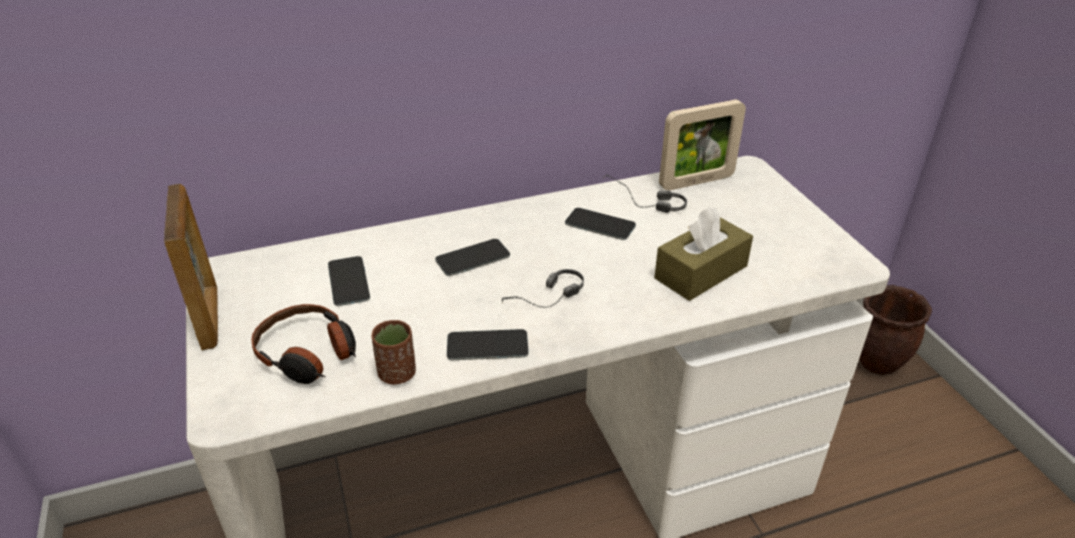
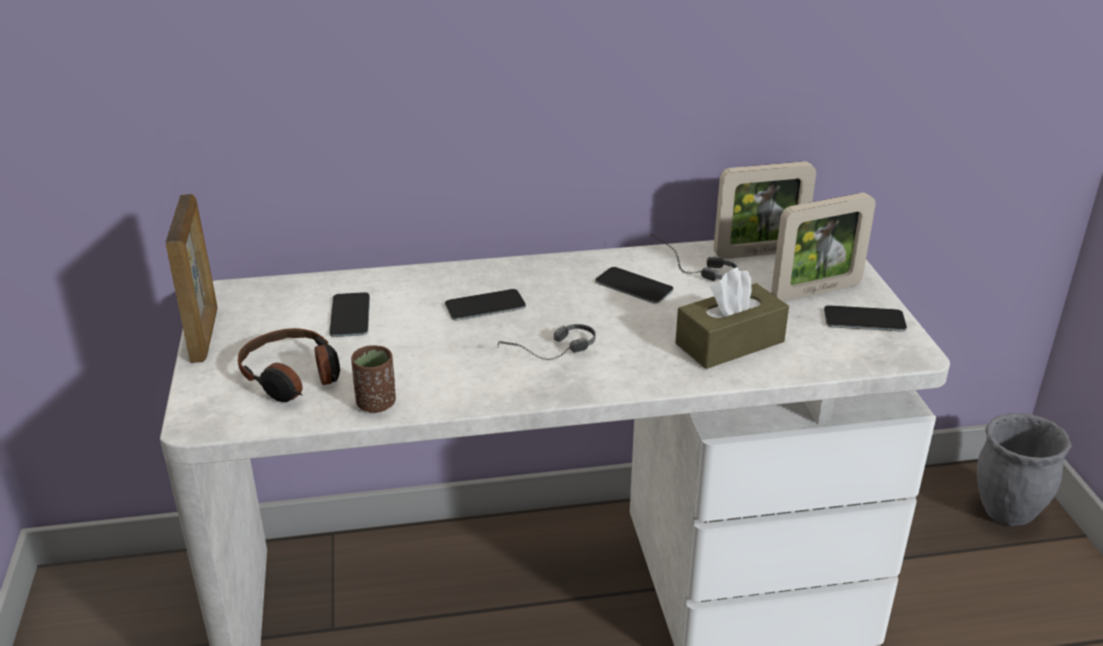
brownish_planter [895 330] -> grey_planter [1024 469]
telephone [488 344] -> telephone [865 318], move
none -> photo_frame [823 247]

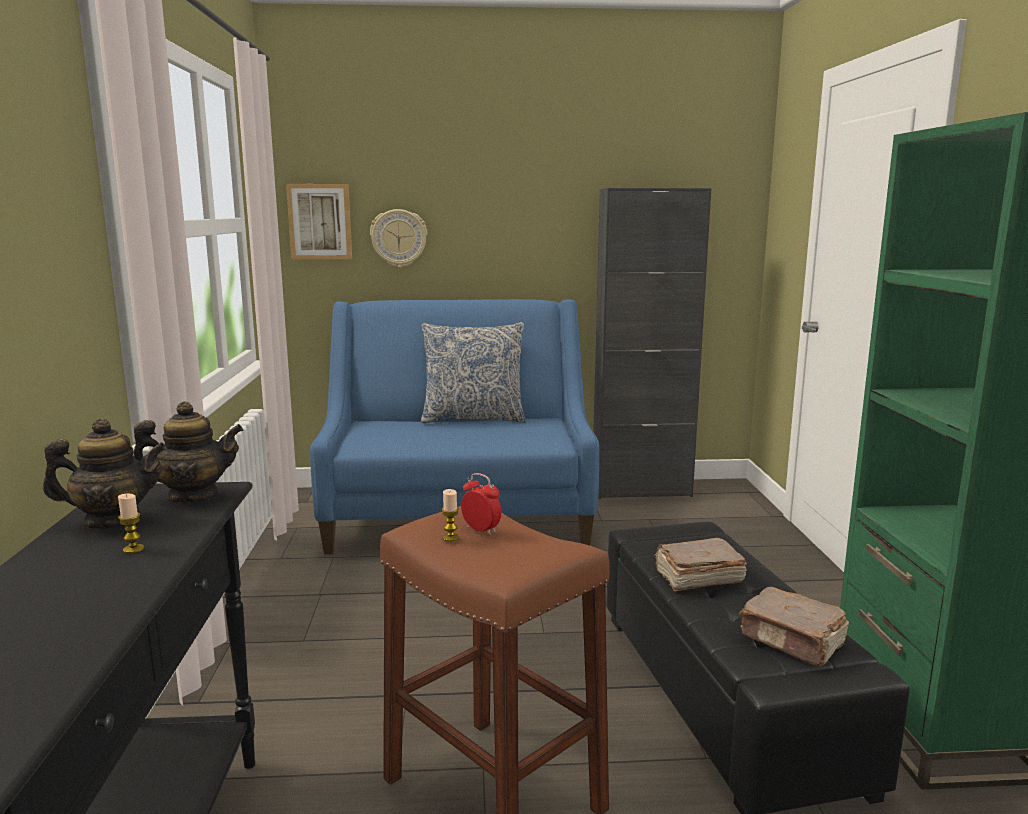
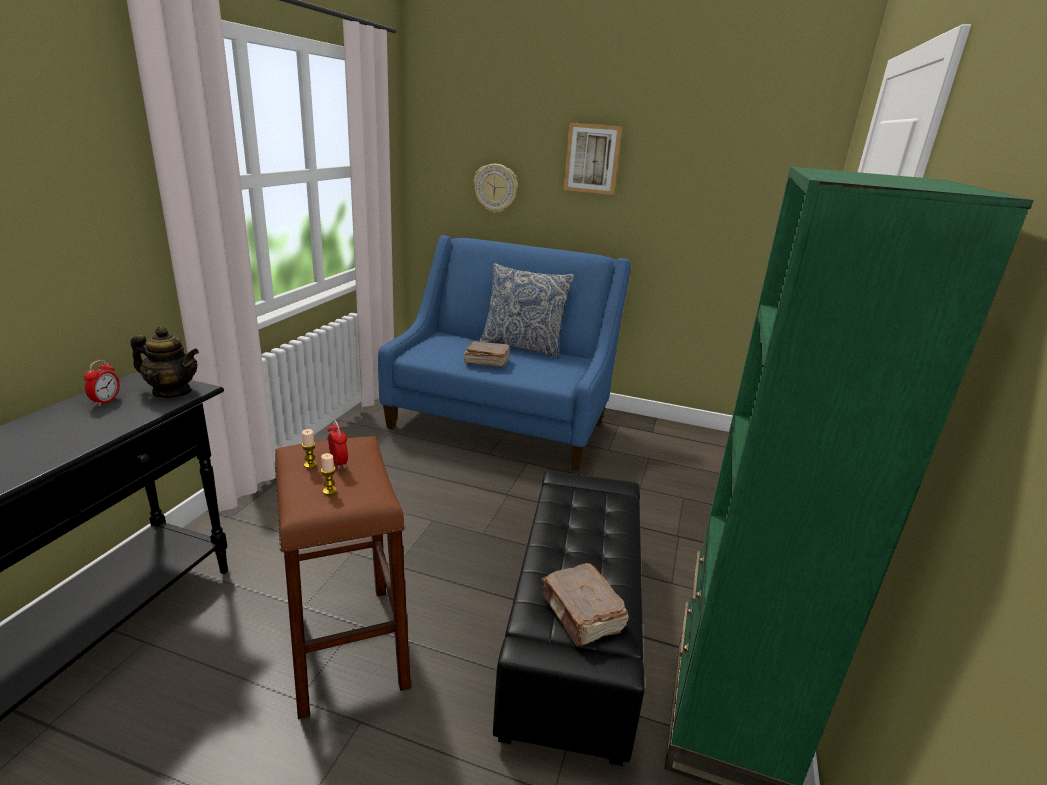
wall_picture [319 221] -> wall_picture [592 159], move
black-coloured_cabinet [652 343] -> none
tea_pot [105 473] -> table_clock [102 383]
wax_light [131 524] -> wax_light [329 474], move
brownish_volume [701 564] -> brownish_volume [487 354], move

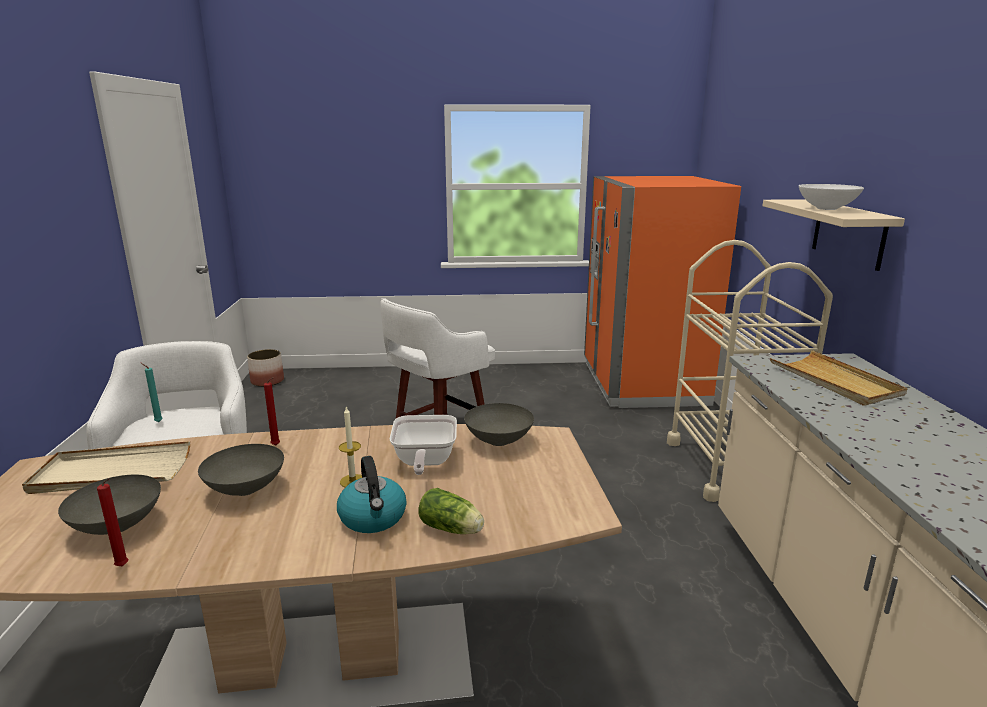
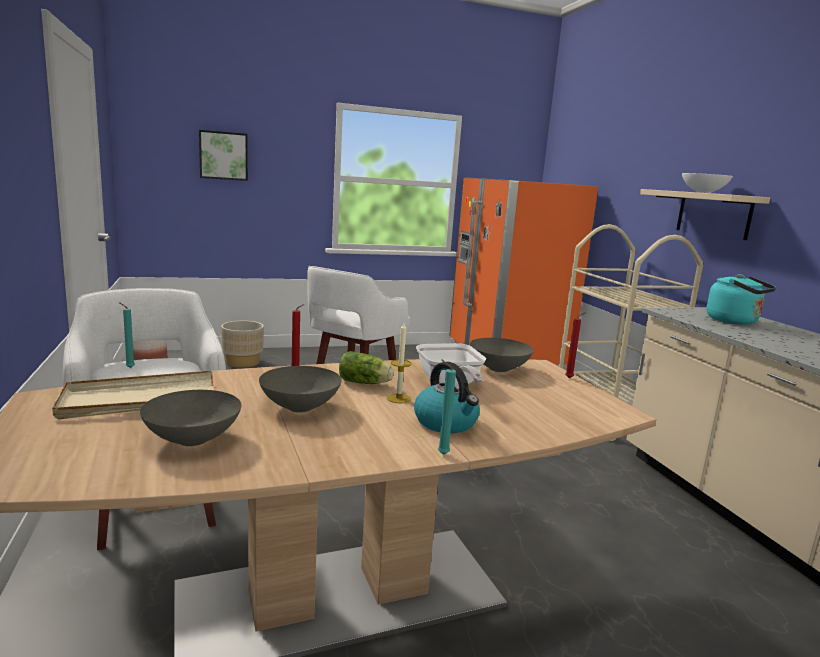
sand-coloured_serving_tray [839 378] -> blue-green_tea_kettle [741 299]
red_wax_light [112 522] -> red_wax_light [575 345], move
lettuce [451 511] -> lettuce [366 367], move
none -> wall_picture [223 155]
none -> sand-coloured_planter [242 344]
none -> blue-green_wax_light [447 407]

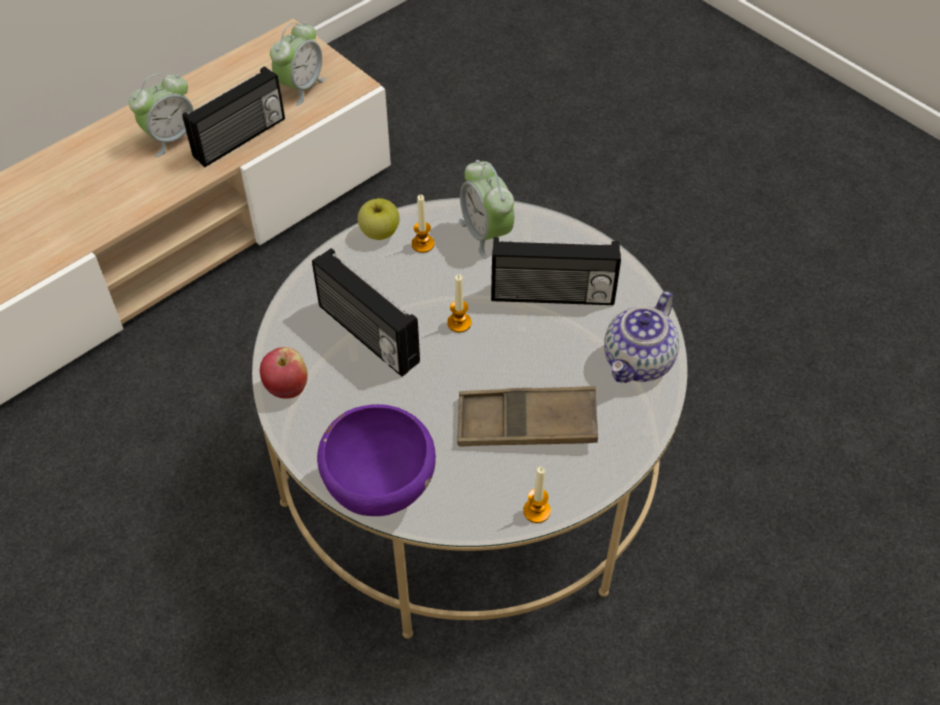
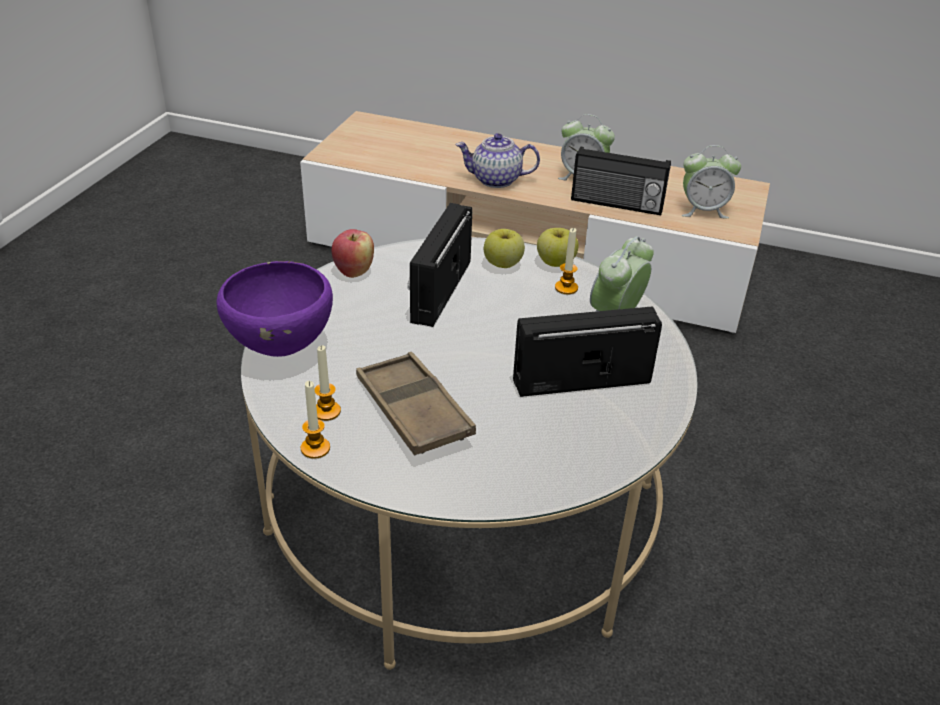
radio_set [556 271] -> radio_set [587 351], 105 degrees clockwise
wax_light [459 303] -> wax_light [328 383], move
tea_pot [641 337] -> tea_pot [498 160], move
none -> whole_apple [504 248]

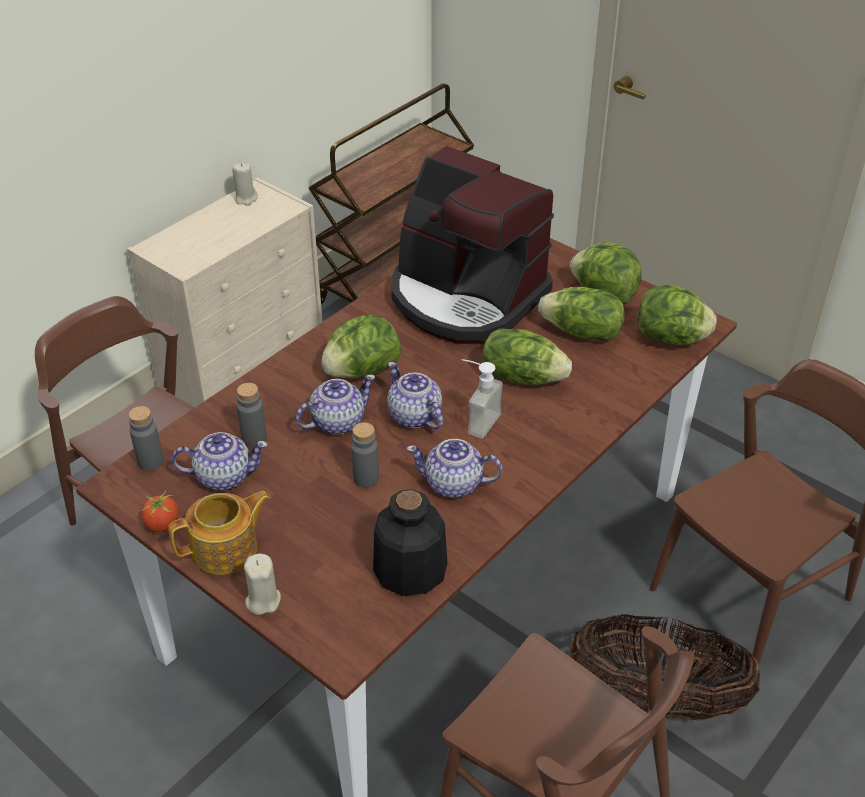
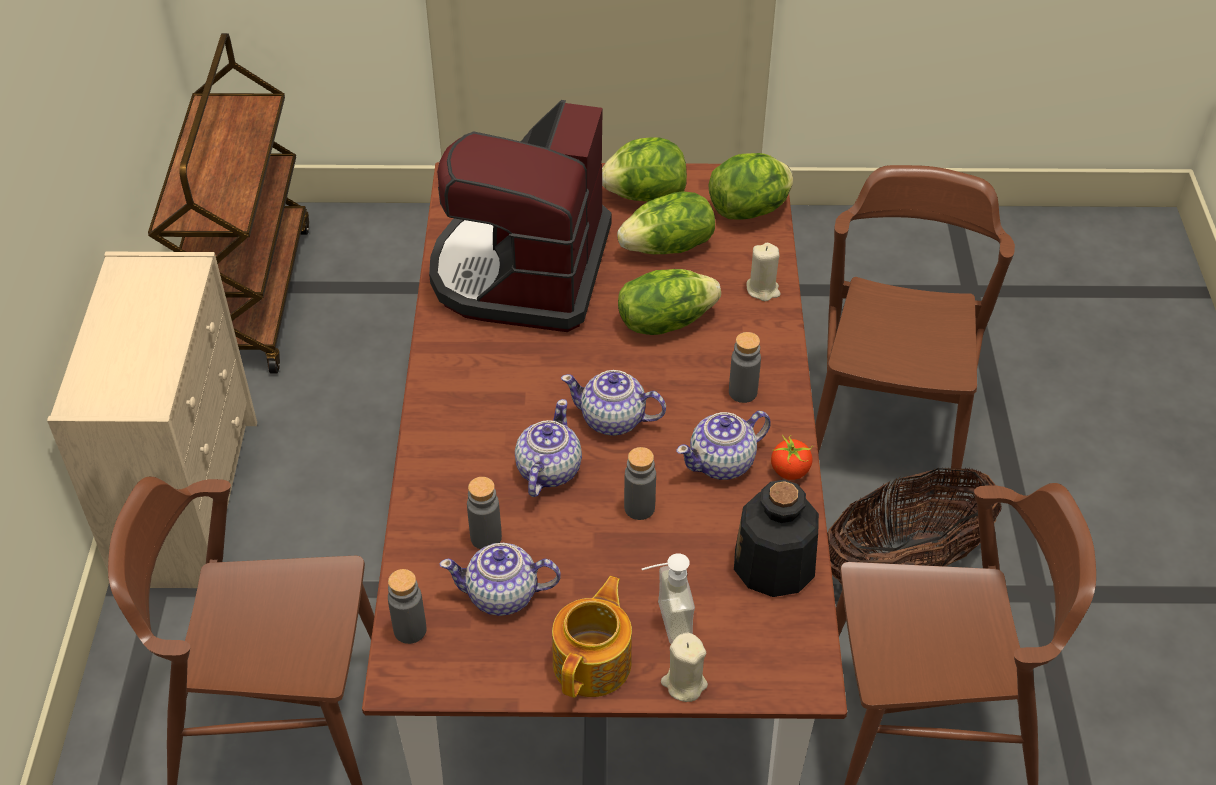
coffee_brewer [472 245] -> coffee_brewer [520 216], 105 degrees clockwise
sand-coloured_wax_light [245 184] -> sand-coloured_wax_light [764 272], move
lettuce [361 346] -> none
soap_dispenser [482 399] -> soap_dispenser [668 599], move
tea_pot [220 461] -> tea_pot [500 579], 135 degrees counterclockwise
whole_tomato [158 511] -> whole_tomato [791 457], move
none -> grey_drink_bottle [745 367]

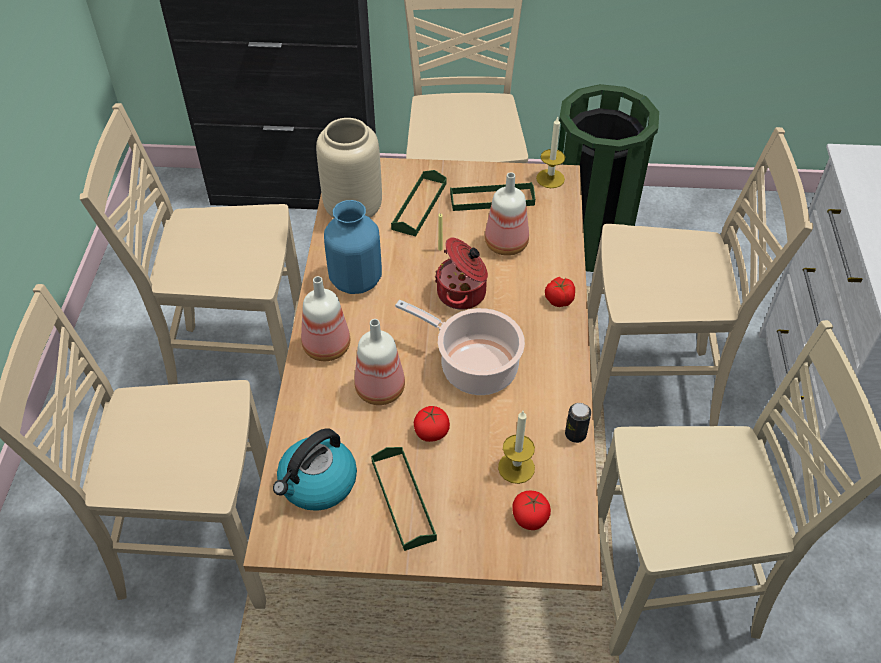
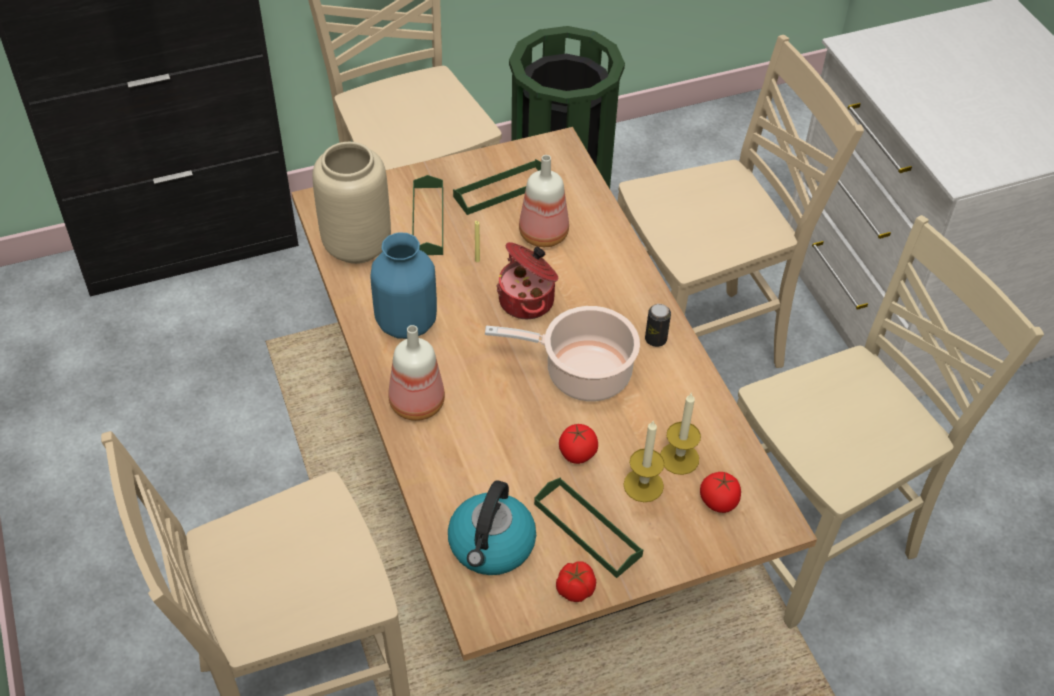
sand-coloured_chair [191 244] -> none
wax_light [550 152] -> wax_light [644 461], move
whole_tomato [560 292] -> whole_tomato [576 581], move
drink_bottle [379 362] -> none
metal_can [578 423] -> metal_can [658 325], move

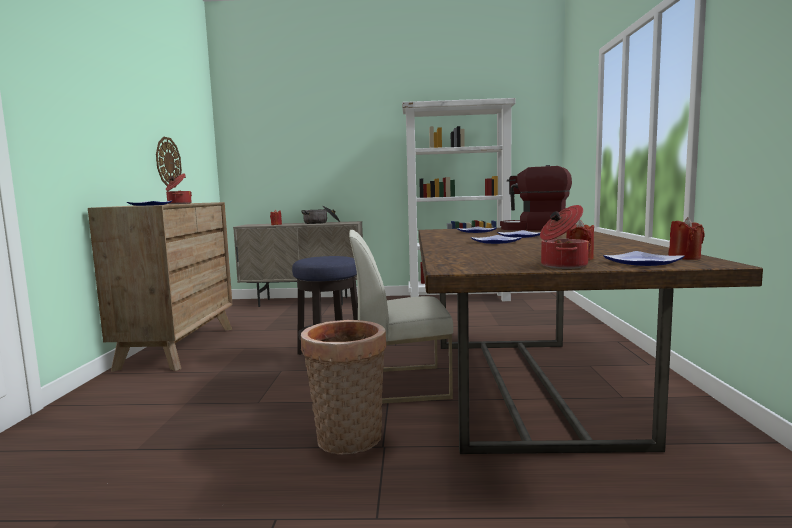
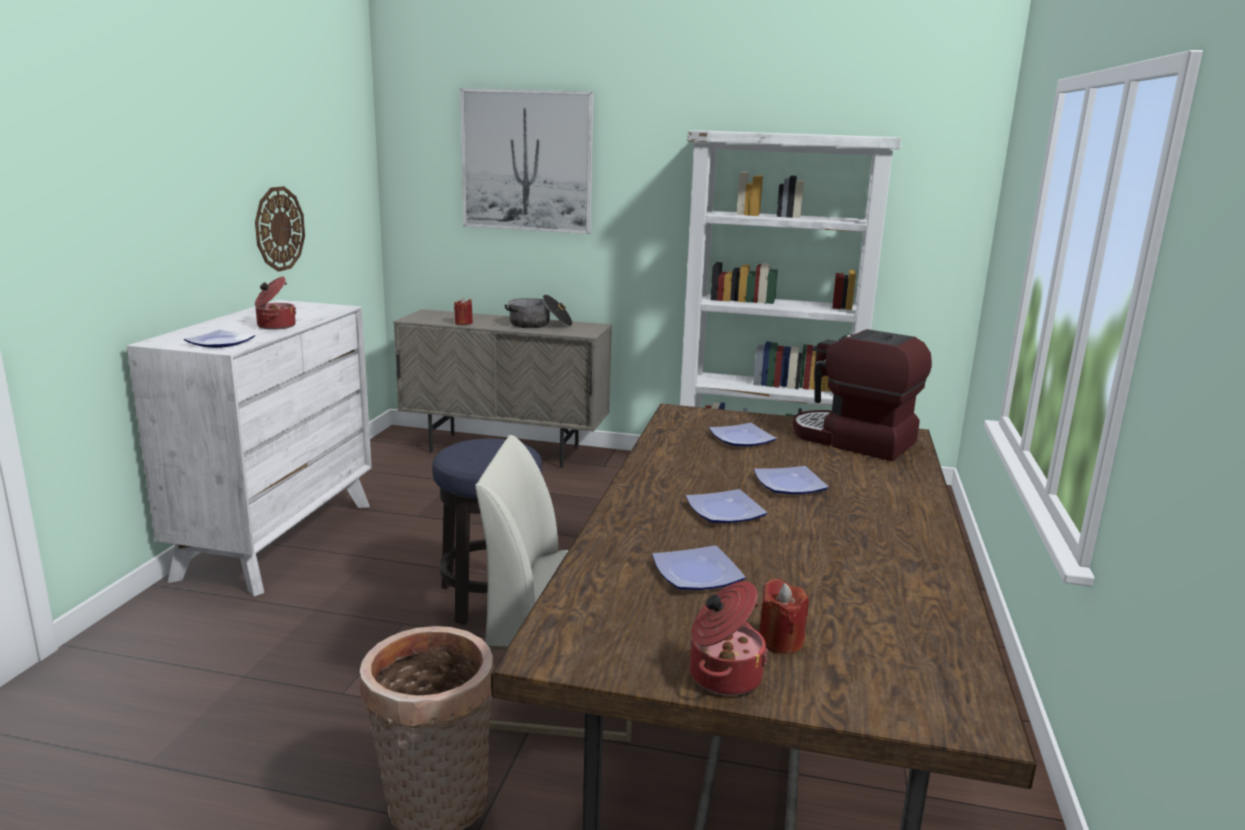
brownish_dresser [160 287] -> white_dresser [249 448]
red_wax_light [686 238] -> none
dinner_plate [644 258] -> dinner_plate [699 567], move
none -> wall_picture [527 161]

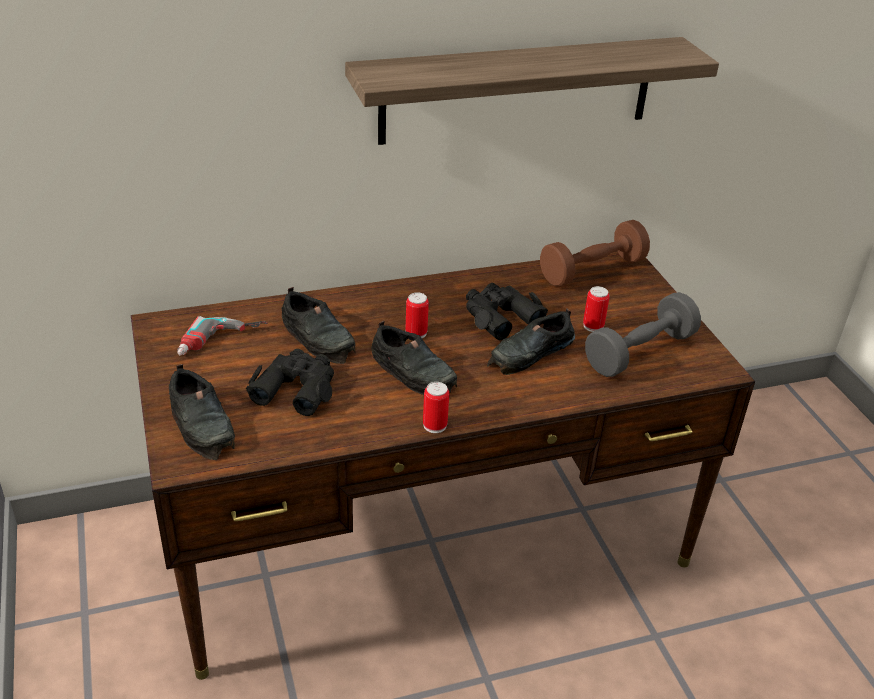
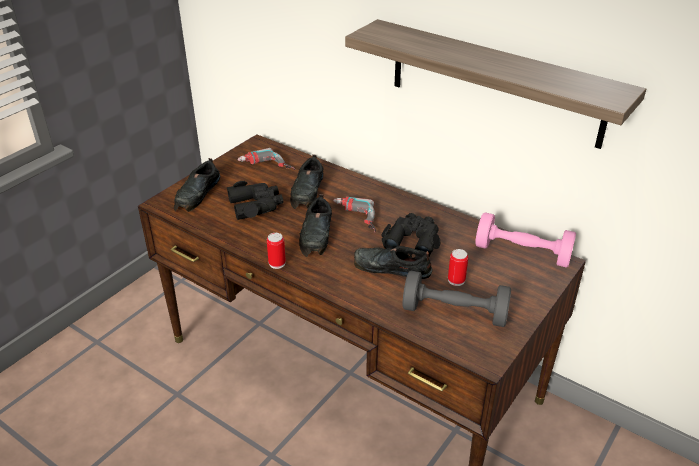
brownish_free_weight [595 253] -> pinkish_free_weight [525 240]
metal_can [417 315] -> drill [354 215]

